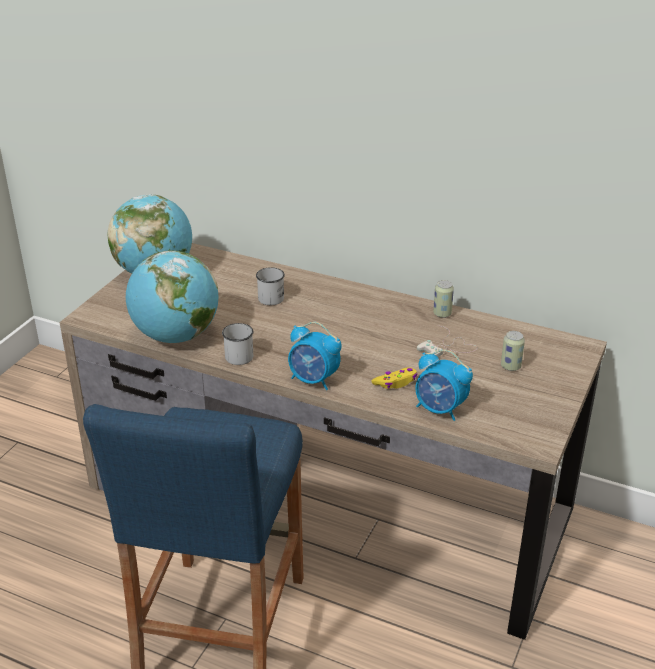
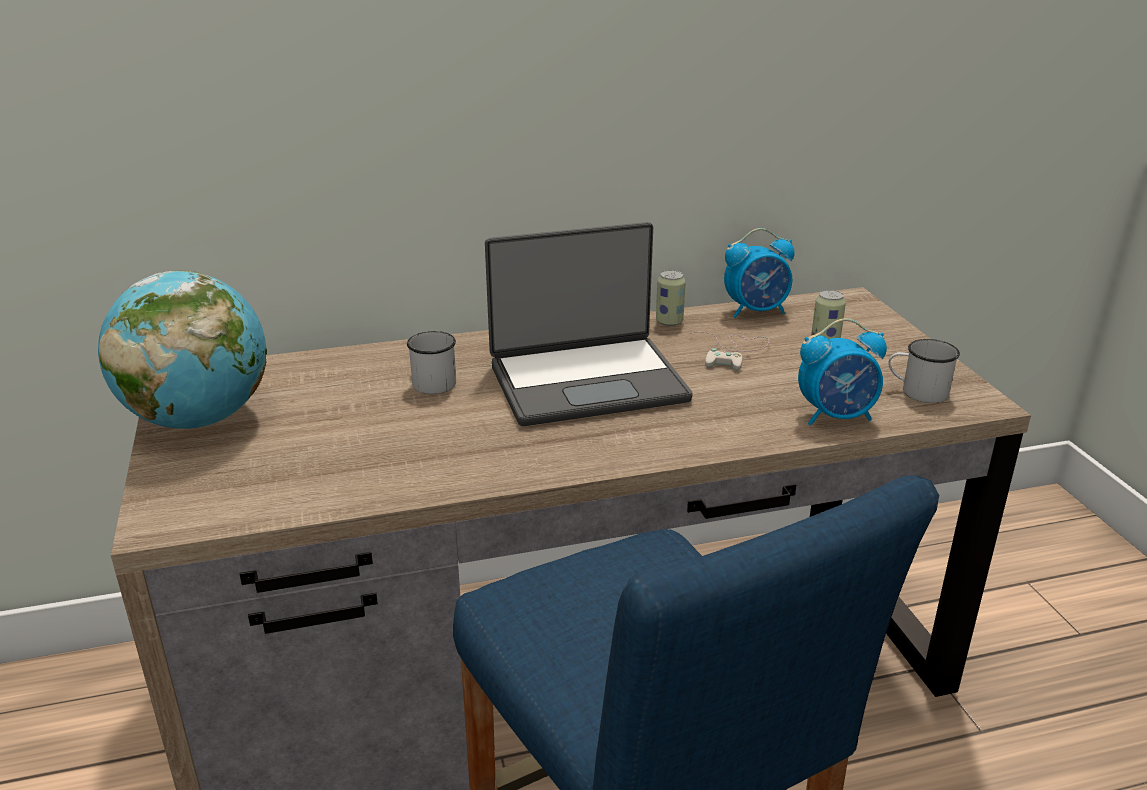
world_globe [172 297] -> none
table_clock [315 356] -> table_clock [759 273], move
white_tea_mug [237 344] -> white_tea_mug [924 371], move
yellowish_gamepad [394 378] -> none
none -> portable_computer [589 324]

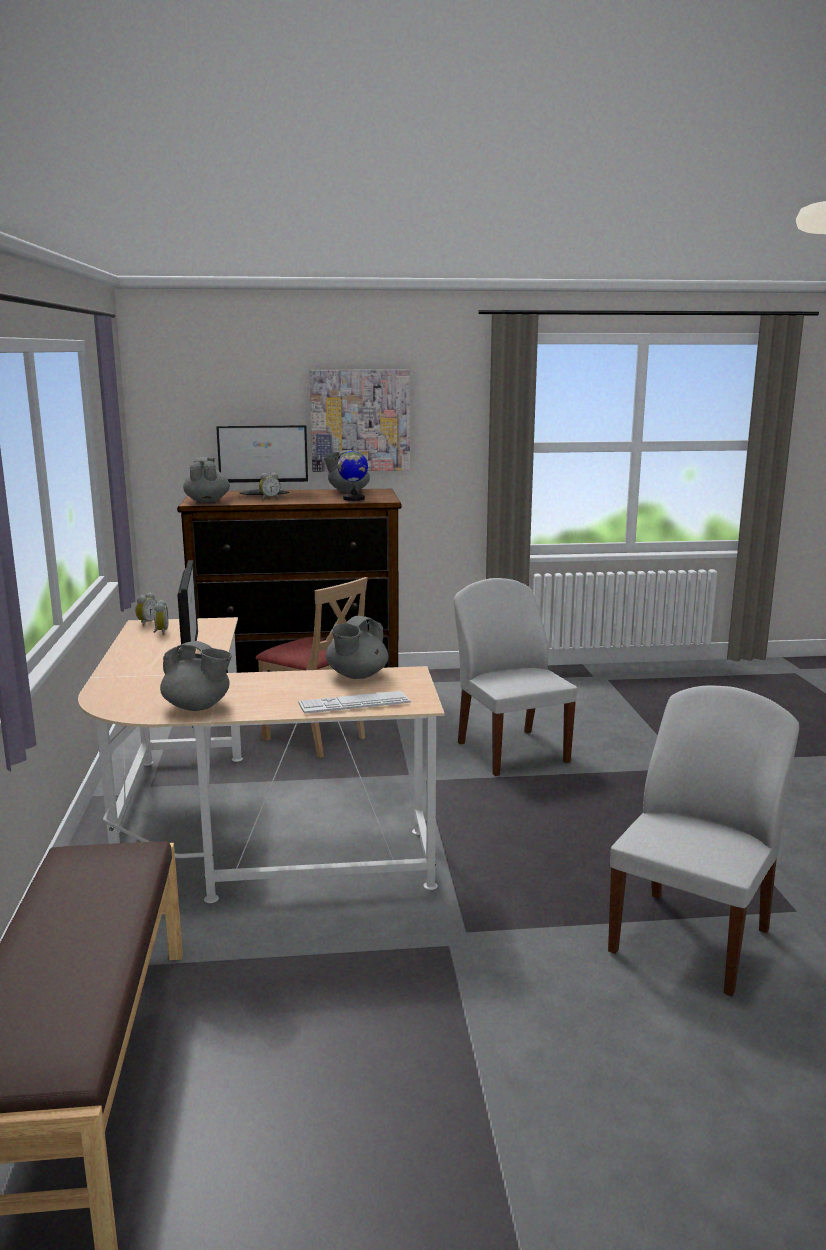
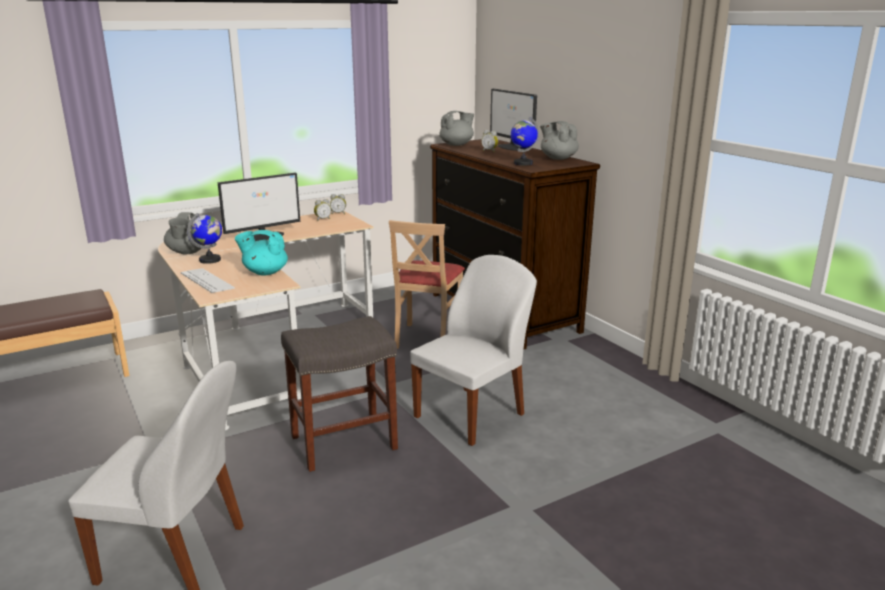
wall_picture [359 421] -> none
grey_tea_pot [357 647] -> blue-green_tea_pot [261 253]
none -> world_globe [204 238]
none -> grey_stool_seat [339 394]

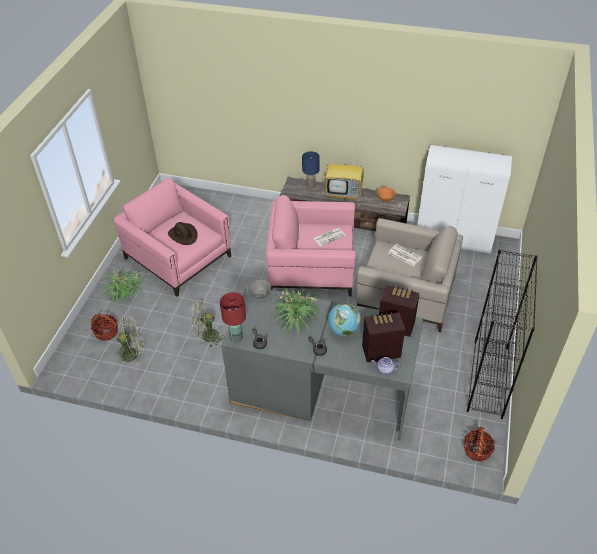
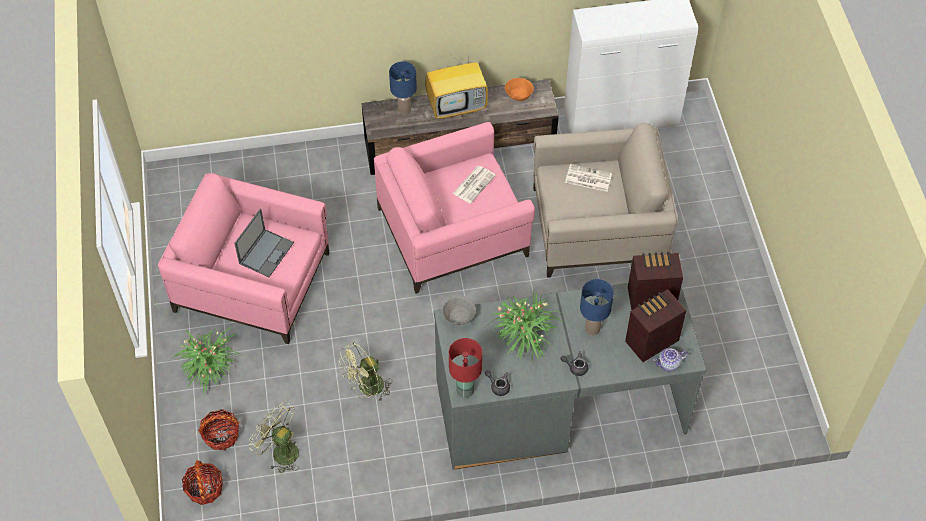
brownish_clothing_hat [182 233] -> portable_computer [264 243]
black-coloured_shelving_unit [502 334] -> none
world_globe [344 319] -> blue-coloured_tabletop_lamp [597 307]
green-coloured_fan [130 340] -> green-coloured_fan [274 437], 105 degrees counterclockwise
household_basket [479 444] -> household_basket [202 482], move

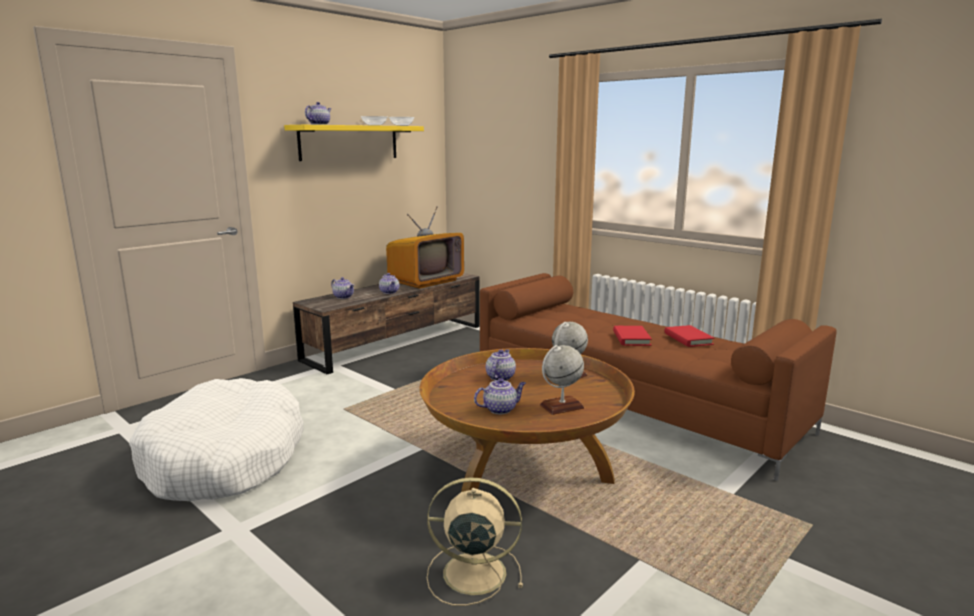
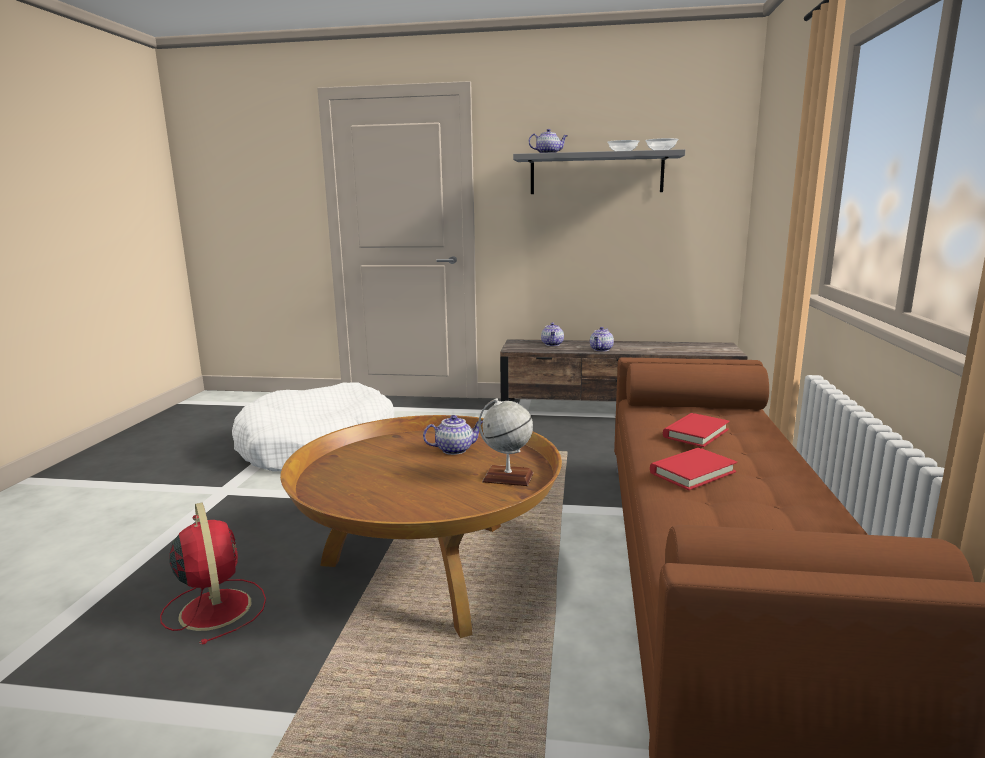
yellowish_bracket_shelf [354 143] -> grey_bracket_shelf [599 171]
TV_set [425 247] -> none
red_volume [690 336] -> red_volume [696 430], move
world_globe [562 380] -> none
tea_pot [500 396] -> none
sand-coloured_fan [475 541] -> red_fan [213 573]

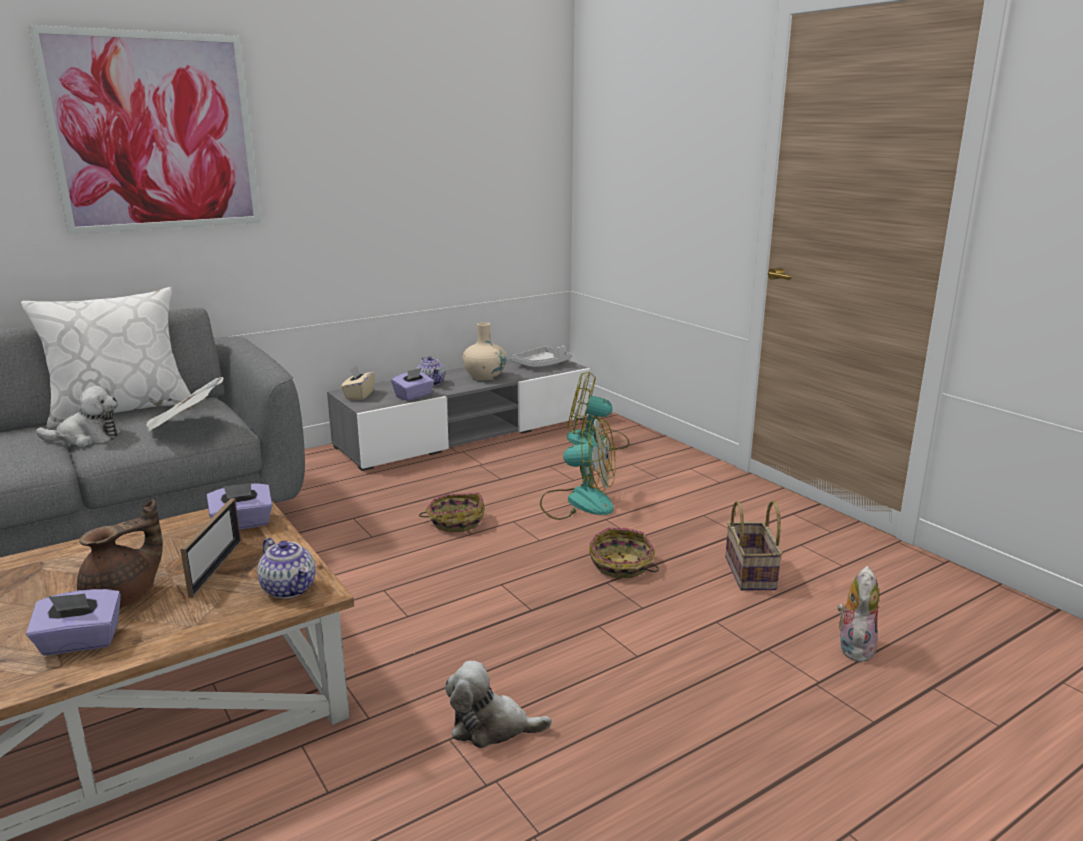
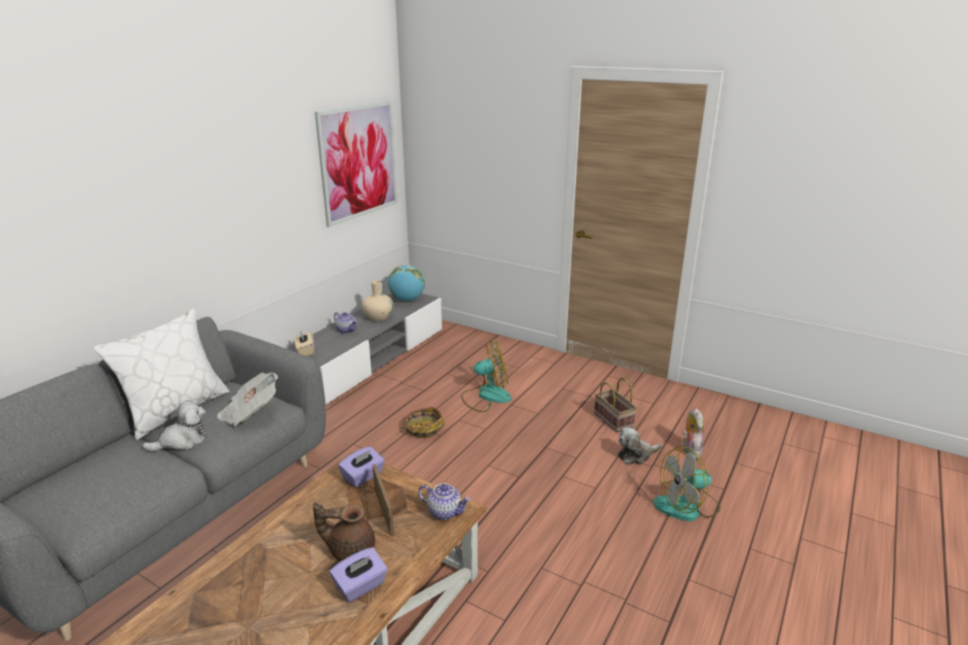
wall_picture [144 130] -> wall_picture [356 164], move
grey_serving_tray [541 356] -> world_globe [406 283]
purple-coloured_tissue_holder [412 384] -> none
fan [598 410] -> fan [686 483], move
brownish_tea_pot [120 553] -> brownish_tea_pot [344 531], 105 degrees counterclockwise
household_basket [624 553] -> none
plush_toy [498 704] -> plush_toy [640 446], move

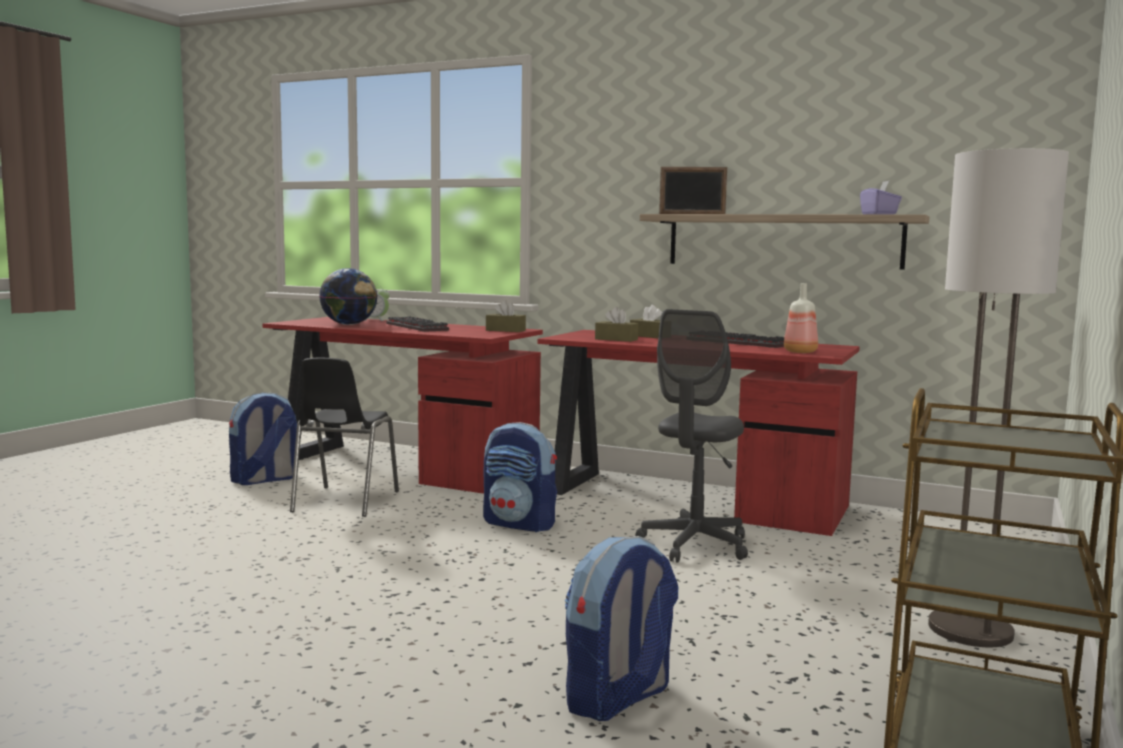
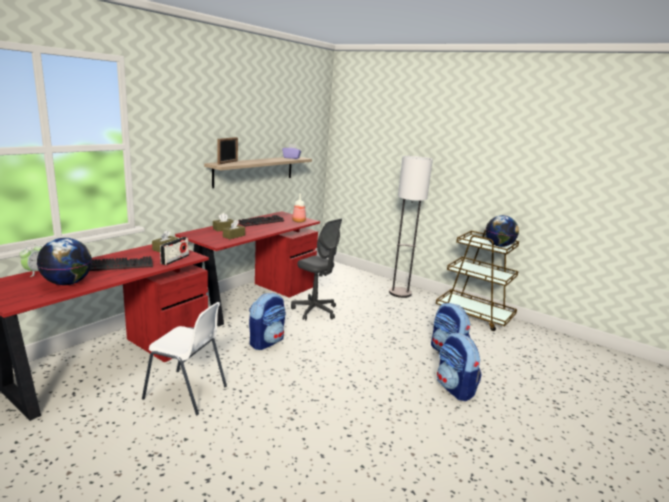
black-coloured_chair [344 437] -> white_chair [184 358]
backpack [263 438] -> backpack [459 367], move
none -> world_globe [502 231]
none -> radio_set [174 251]

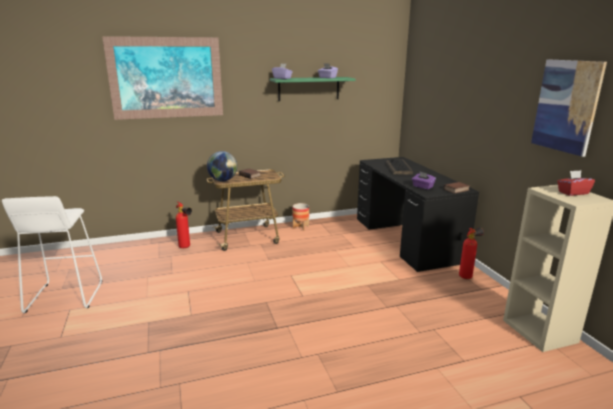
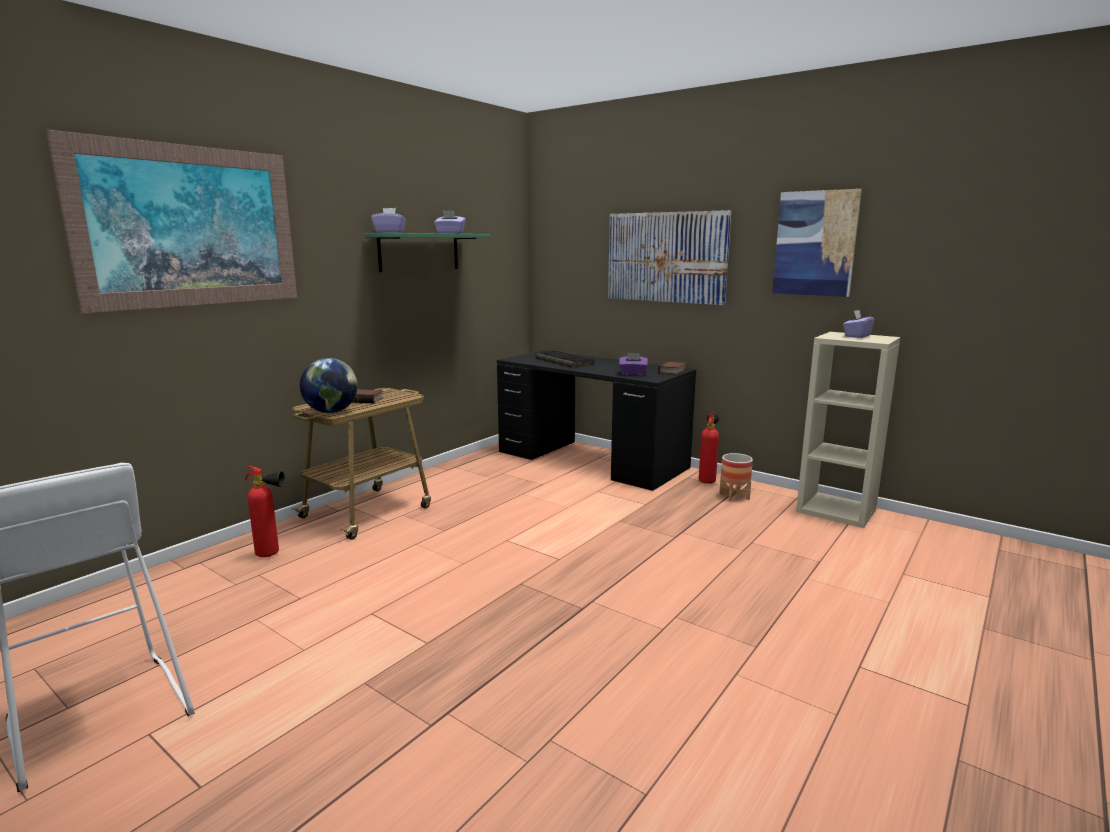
red_tissue_holder [576 183] -> purple-coloured_tissue_holder [859 324]
planter [301 217] -> planter [736 477], move
none -> wall_picture [670 257]

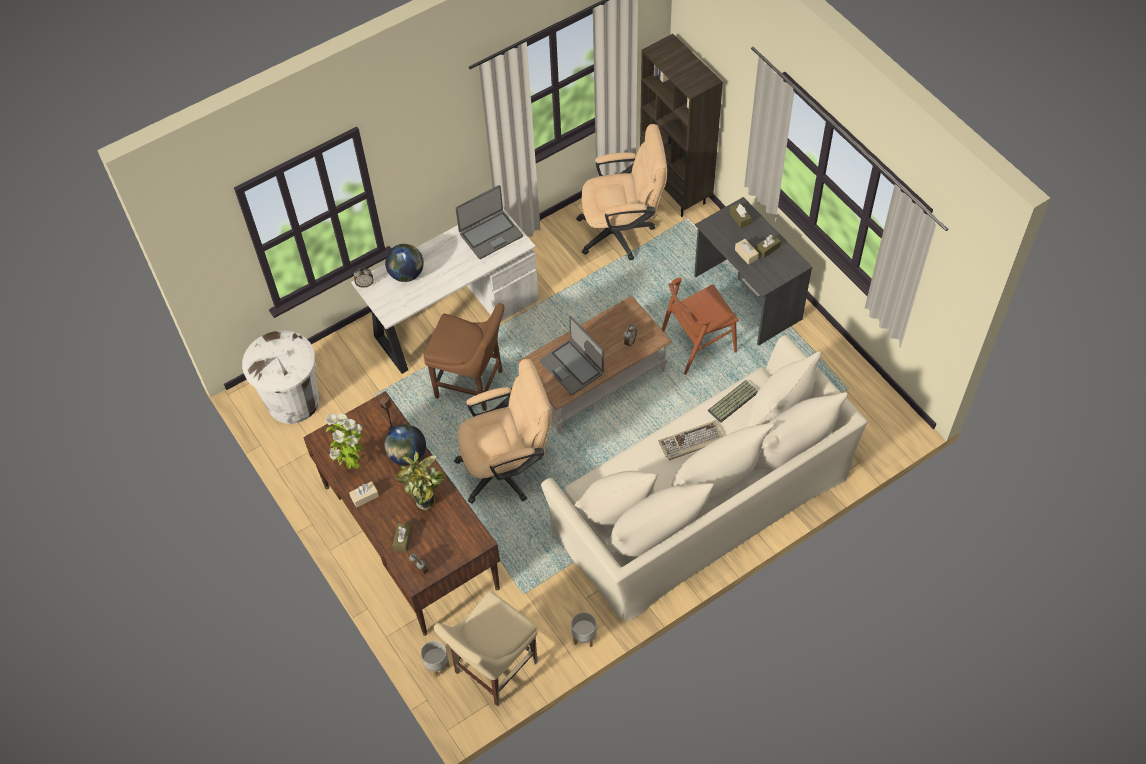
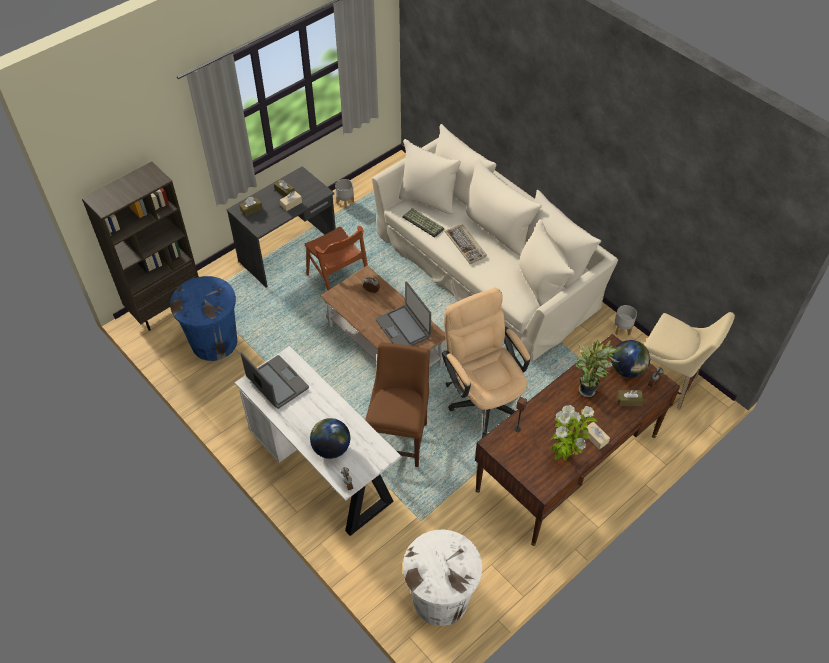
sand-coloured_desk_chair [621 192] -> blue-coloured_rubbish_bin [203 318]
portable_computer [572 355] -> portable_computer [403 314], 105 degrees clockwise
world_globe [405 445] -> world_globe [630 359], move
grey_planter [435 658] -> grey_planter [344 193], move

